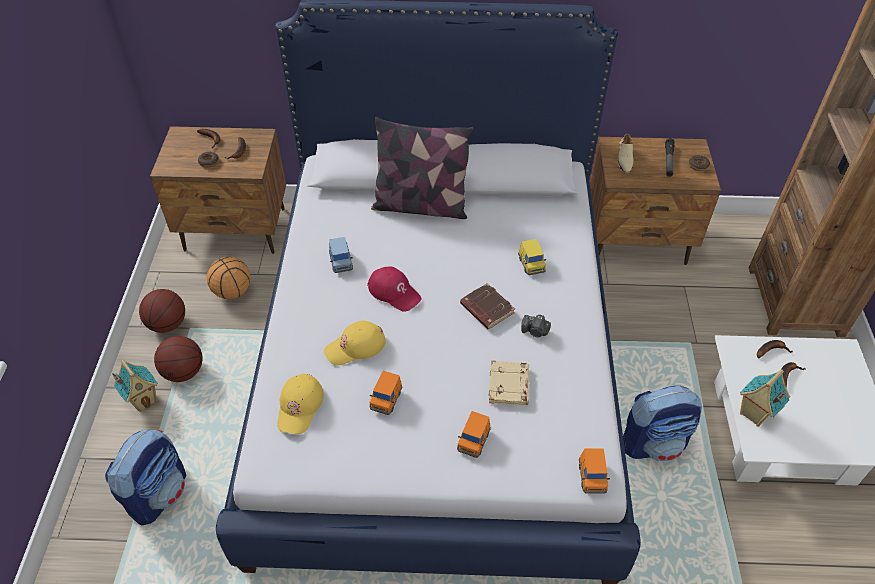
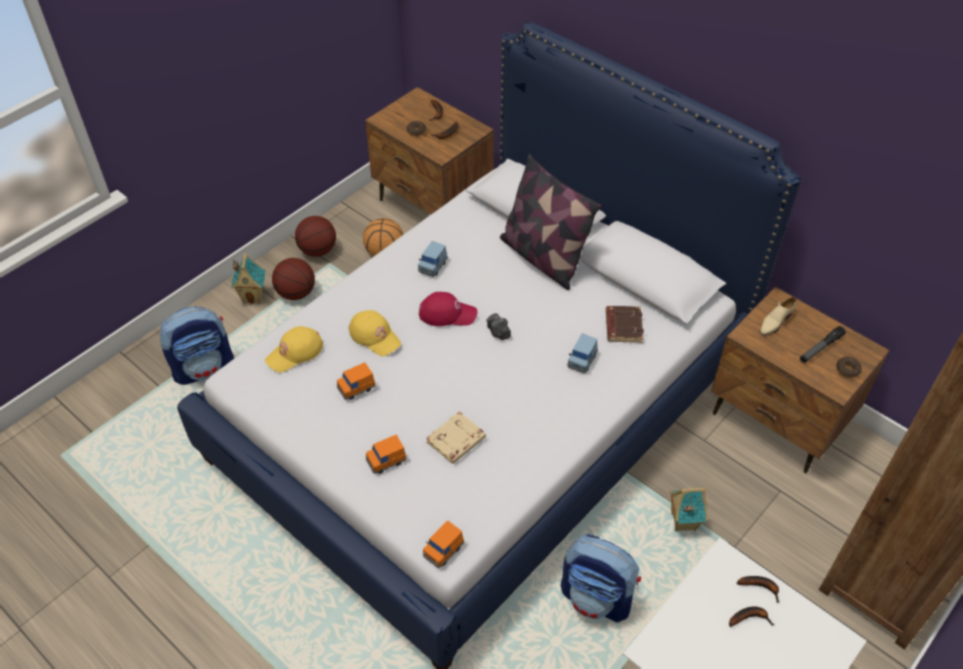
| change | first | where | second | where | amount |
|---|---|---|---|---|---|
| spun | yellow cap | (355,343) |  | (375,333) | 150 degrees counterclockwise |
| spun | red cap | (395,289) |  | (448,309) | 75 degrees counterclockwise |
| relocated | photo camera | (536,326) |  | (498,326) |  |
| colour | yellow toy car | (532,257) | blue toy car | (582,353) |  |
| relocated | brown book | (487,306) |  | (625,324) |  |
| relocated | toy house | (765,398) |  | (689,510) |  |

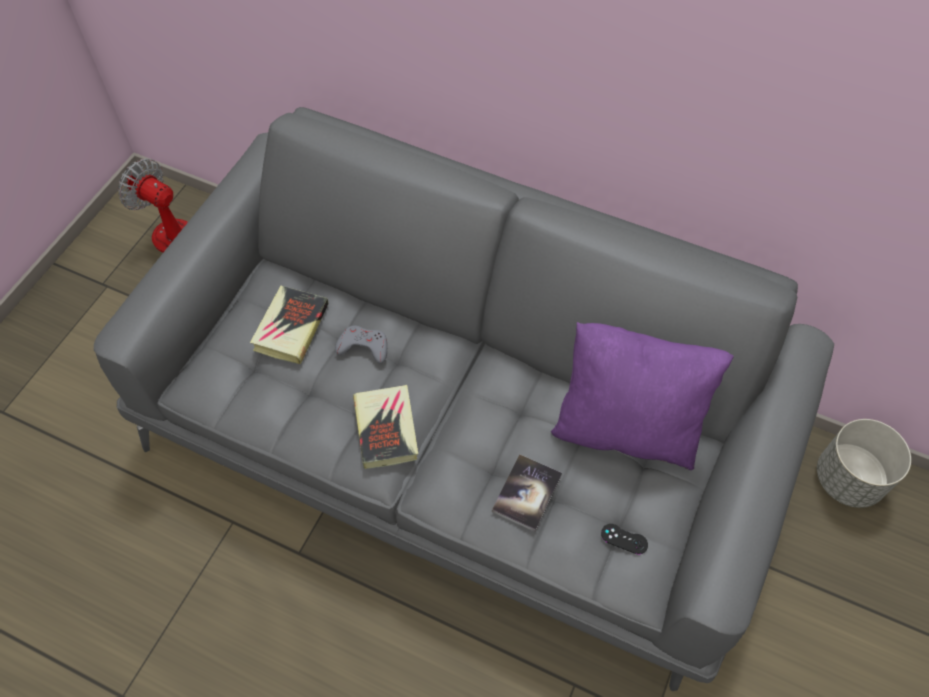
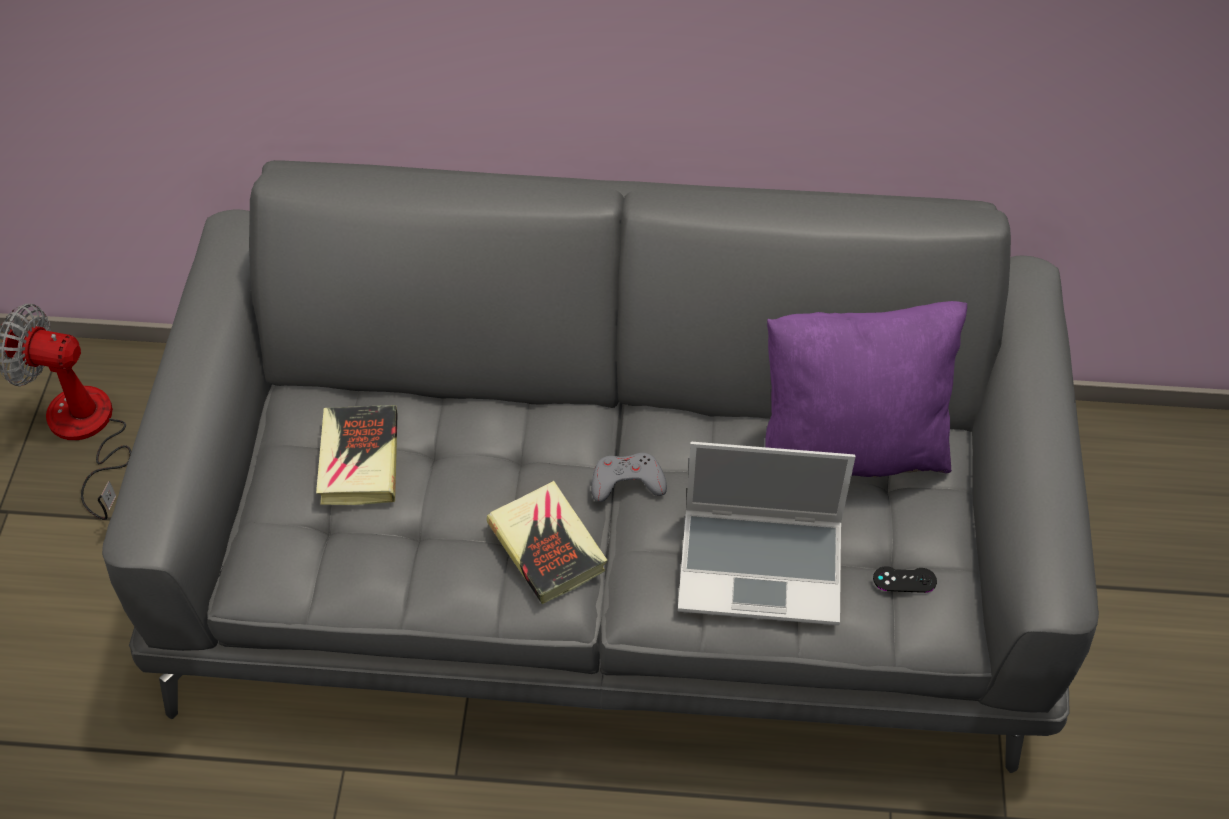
| change | first | where | second | where | amount |
|---|---|---|---|---|---|
| relocated | grey game controller | (361,344) |  | (629,477) |  |
| exchanged | book | (527,493) | laptop | (767,533) |  |
| missing | grey planter | (864,463) |  |  |  |

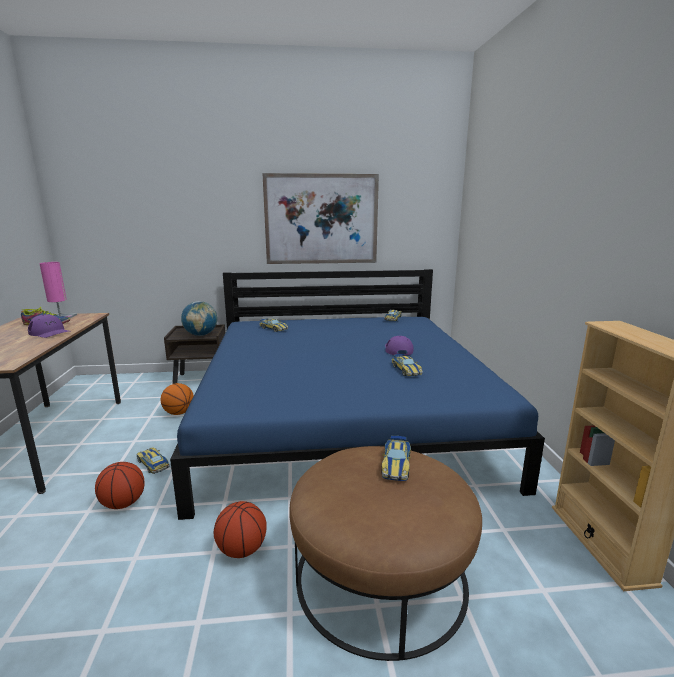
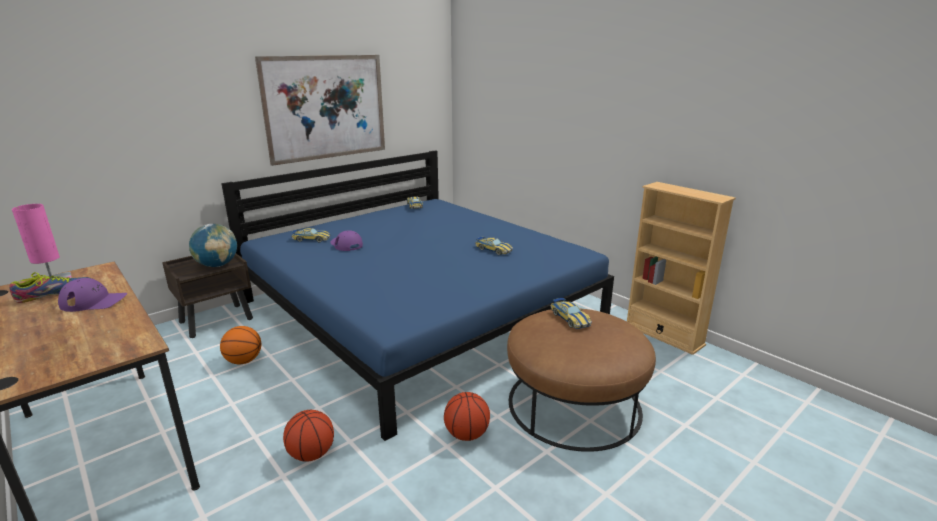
| change | first | where | second | where | amount |
|---|---|---|---|---|---|
| relocated | purple cap | (399,346) |  | (346,240) |  |
| missing | toy car | (153,460) |  |  |  |

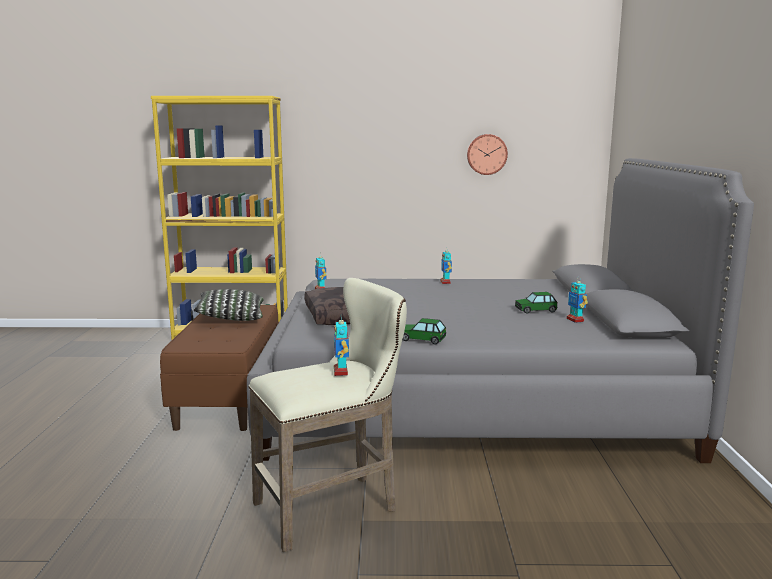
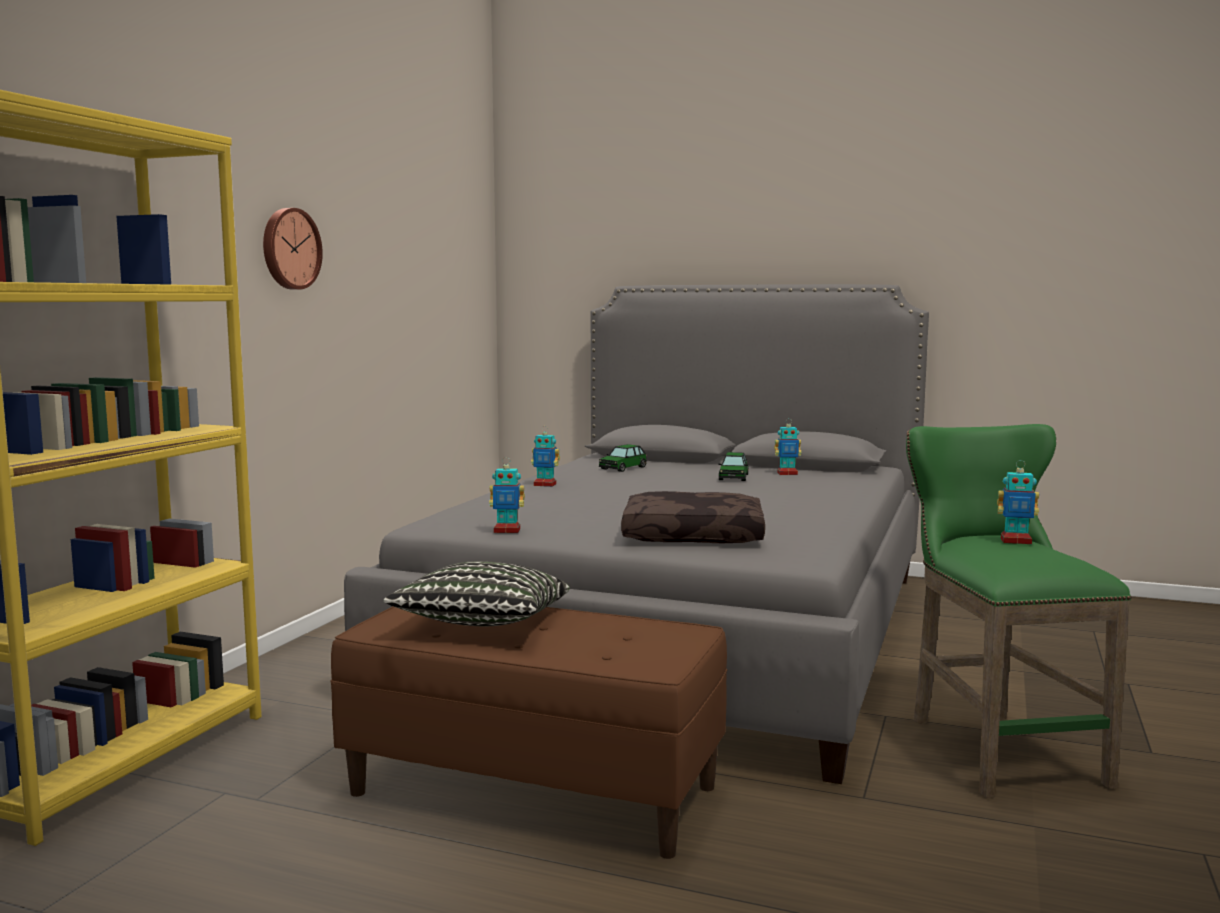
| change | first | where | second | where | amount |
|---|---|---|---|---|---|
| relocated | wall clock | (487,154) |  | (293,249) |  |
| relocated | toy car | (424,331) |  | (623,458) |  |
| colour | beige stool | (327,415) | green stool | (1018,611) |  |

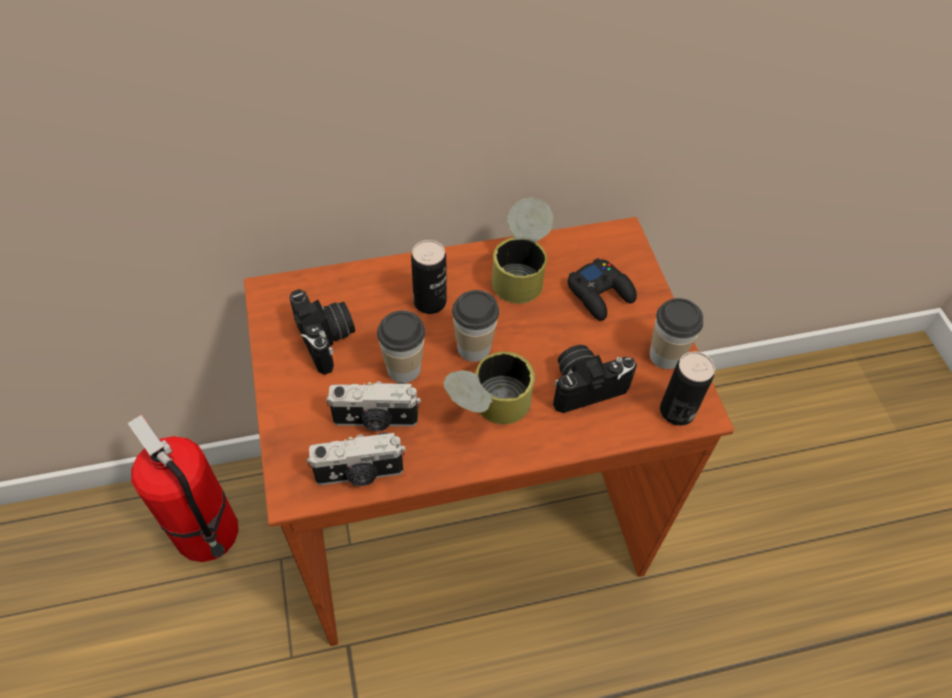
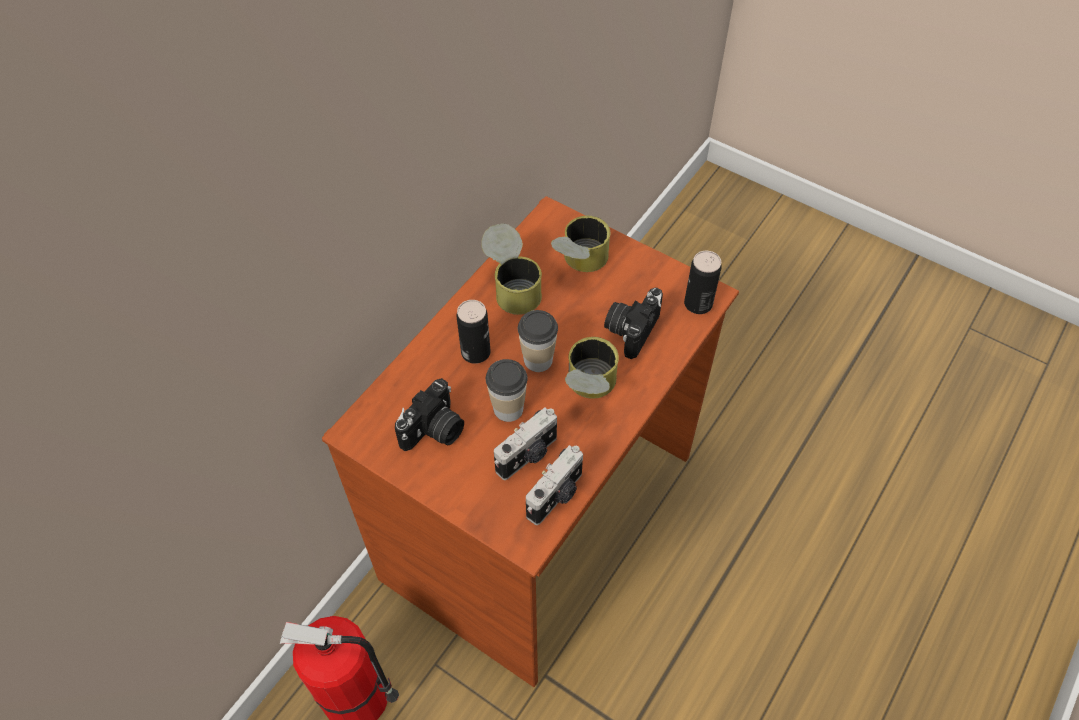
| change | first | where | second | where | amount |
|---|---|---|---|---|---|
| spun | photo camera | (322,332) |  | (429,414) | 105 degrees clockwise |
| exchanged | black game controller | (602,289) | can | (580,244) |  |
| missing | cup | (676,333) |  |  |  |

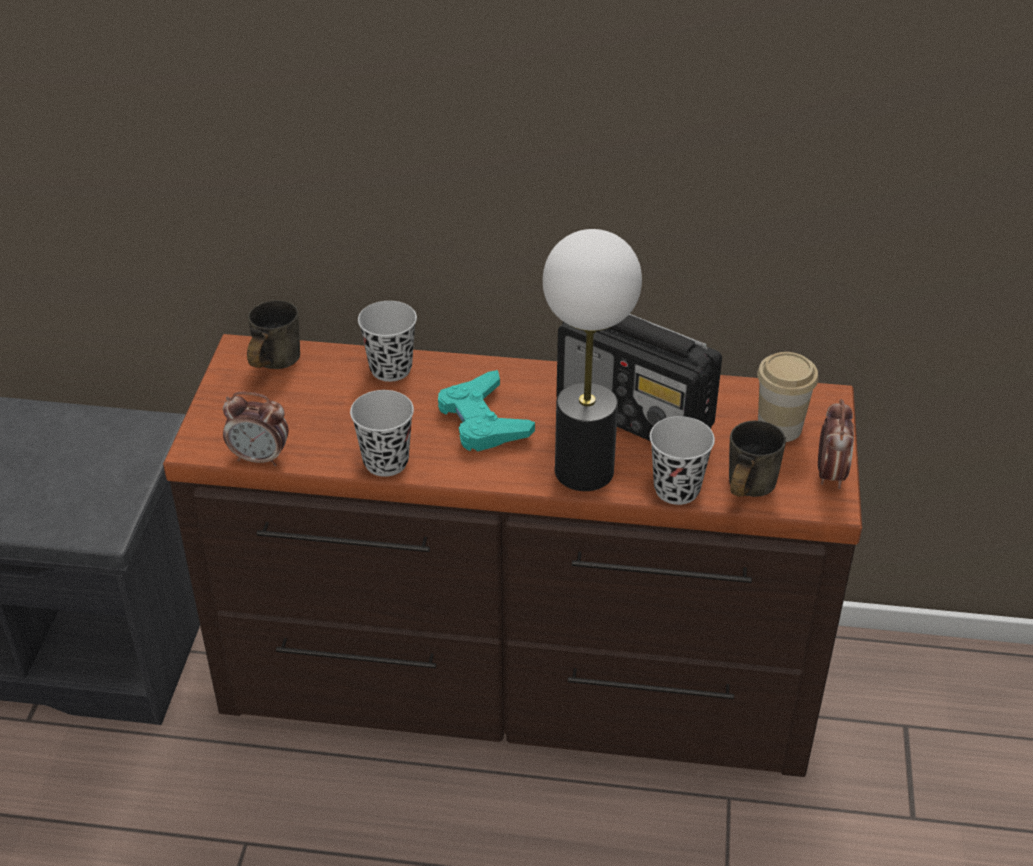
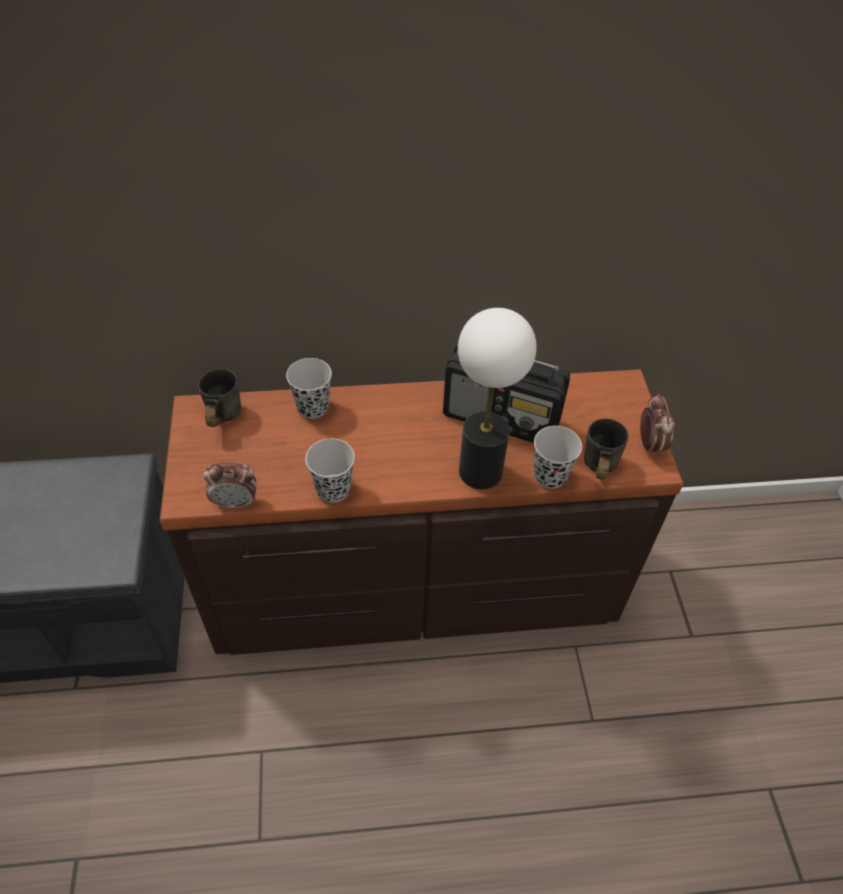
| change | first | where | second | where | amount |
|---|---|---|---|---|---|
| missing | turquoise game controller | (486,411) |  |  |  |
| missing | cup | (787,397) |  |  |  |

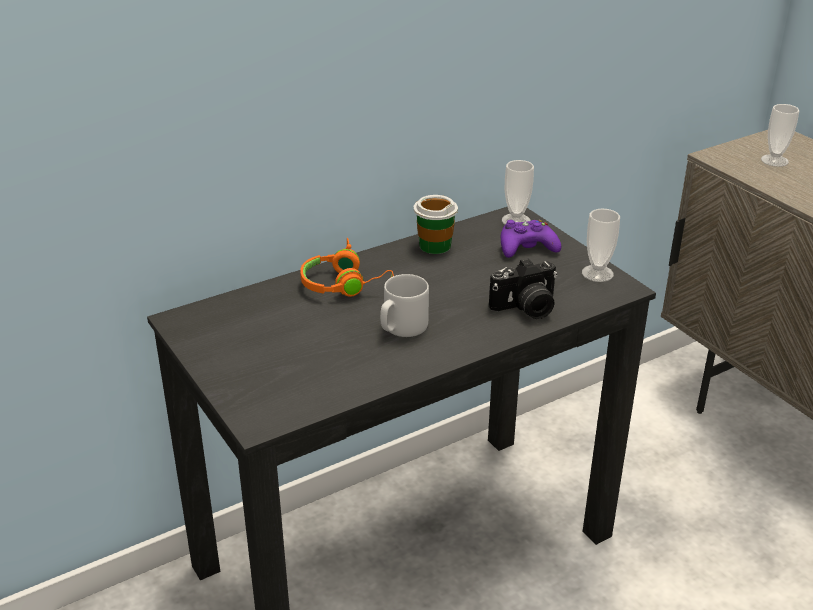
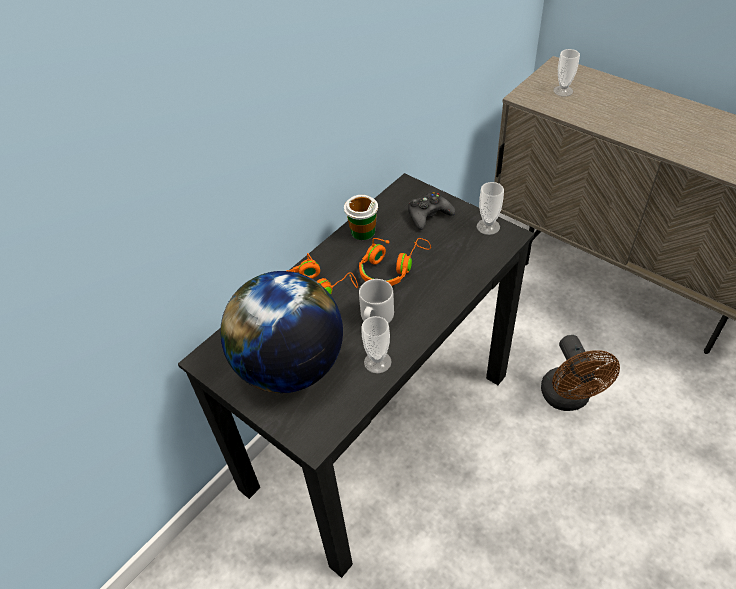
| change | first | where | second | where | amount |
|---|---|---|---|---|---|
| appeared |  |  | globe | (281,332) |  |
| appeared |  |  | orange headphones | (395,262) |  |
| relocated | cup | (518,192) |  | (376,345) |  |
| colour | purple game controller | (531,239) | black game controller | (431,211) |  |
| appeared |  |  | brown fan | (580,373) |  |
| missing | photo camera | (523,288) |  |  |  |

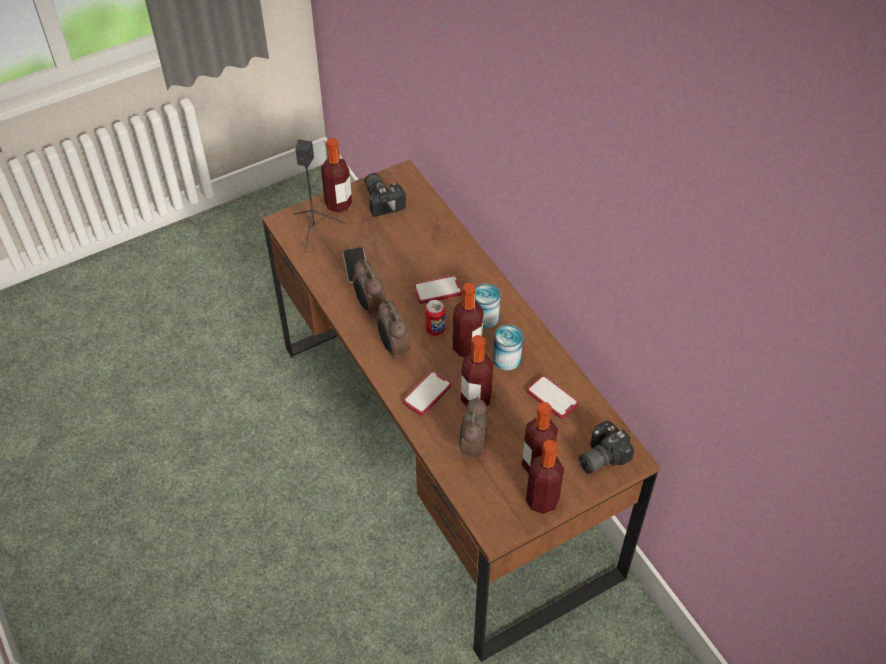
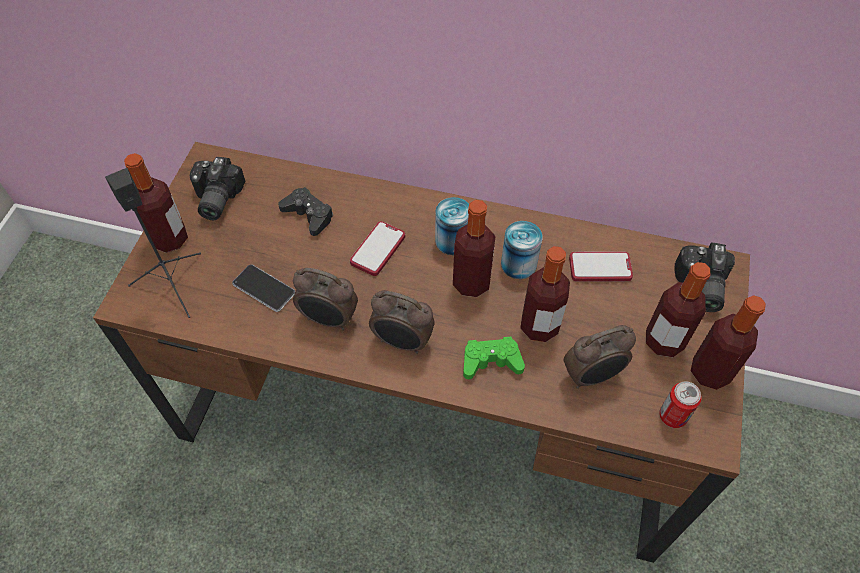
| change | first | where | second | where | amount |
|---|---|---|---|---|---|
| spun | photo camera | (385,195) |  | (217,188) | 105 degrees counterclockwise |
| appeared |  |  | black game controller | (305,211) |  |
| exchanged | phone | (427,393) | green game controller | (494,358) |  |
| spun | alarm clock | (474,427) |  | (600,357) | 75 degrees counterclockwise |
| relocated | can | (435,318) |  | (680,404) |  |

